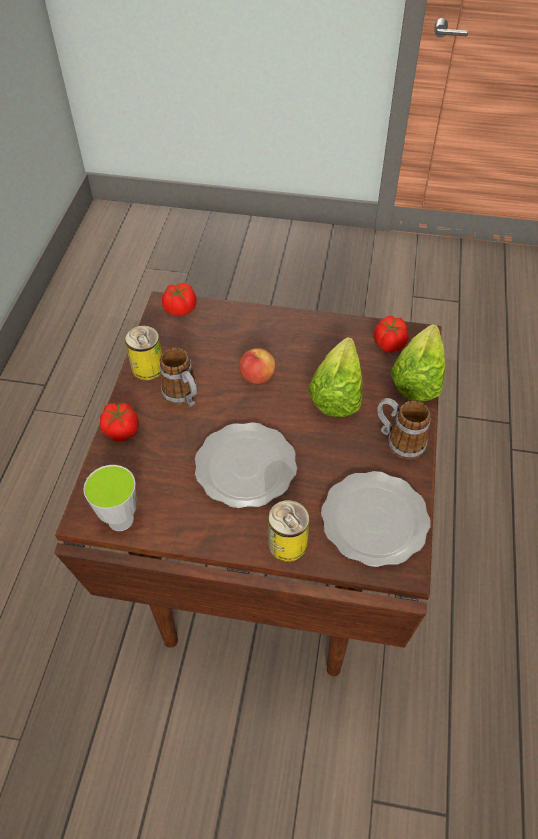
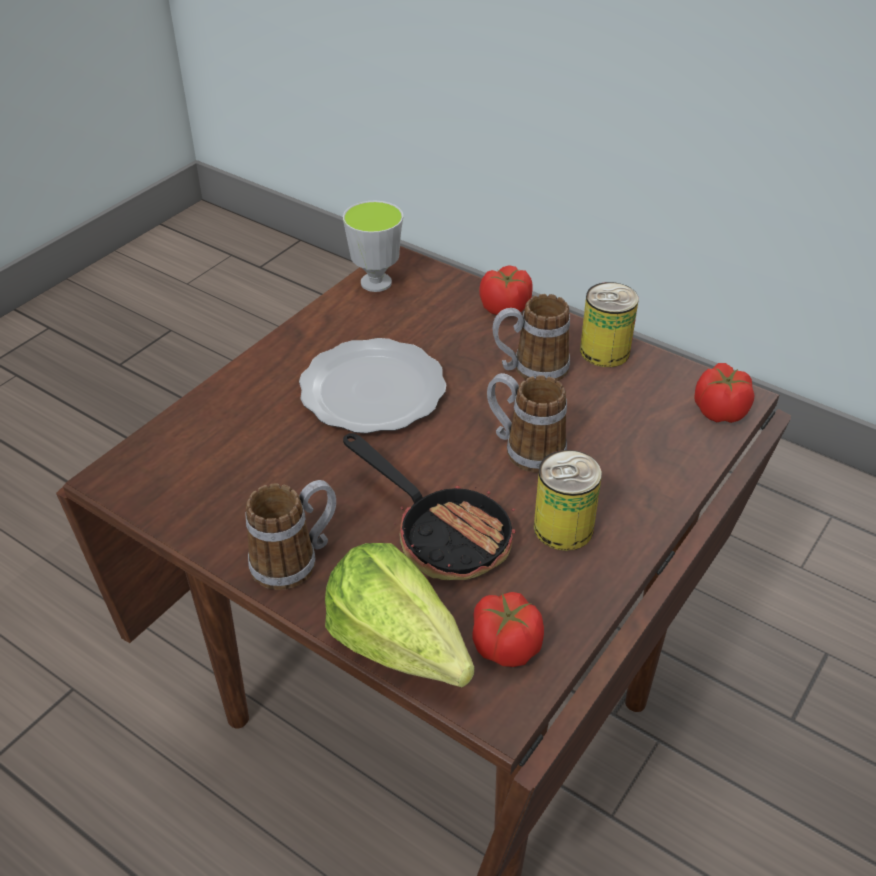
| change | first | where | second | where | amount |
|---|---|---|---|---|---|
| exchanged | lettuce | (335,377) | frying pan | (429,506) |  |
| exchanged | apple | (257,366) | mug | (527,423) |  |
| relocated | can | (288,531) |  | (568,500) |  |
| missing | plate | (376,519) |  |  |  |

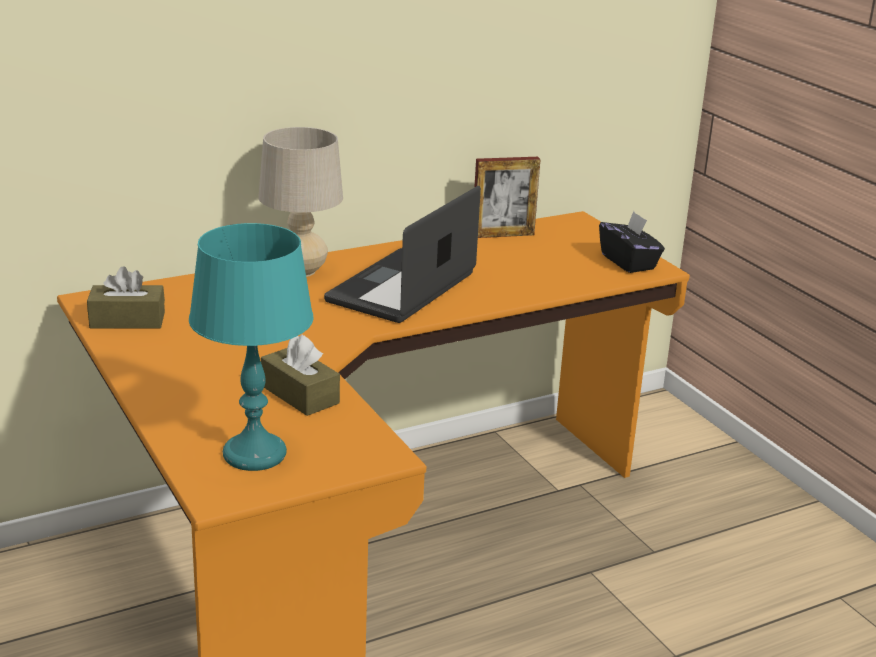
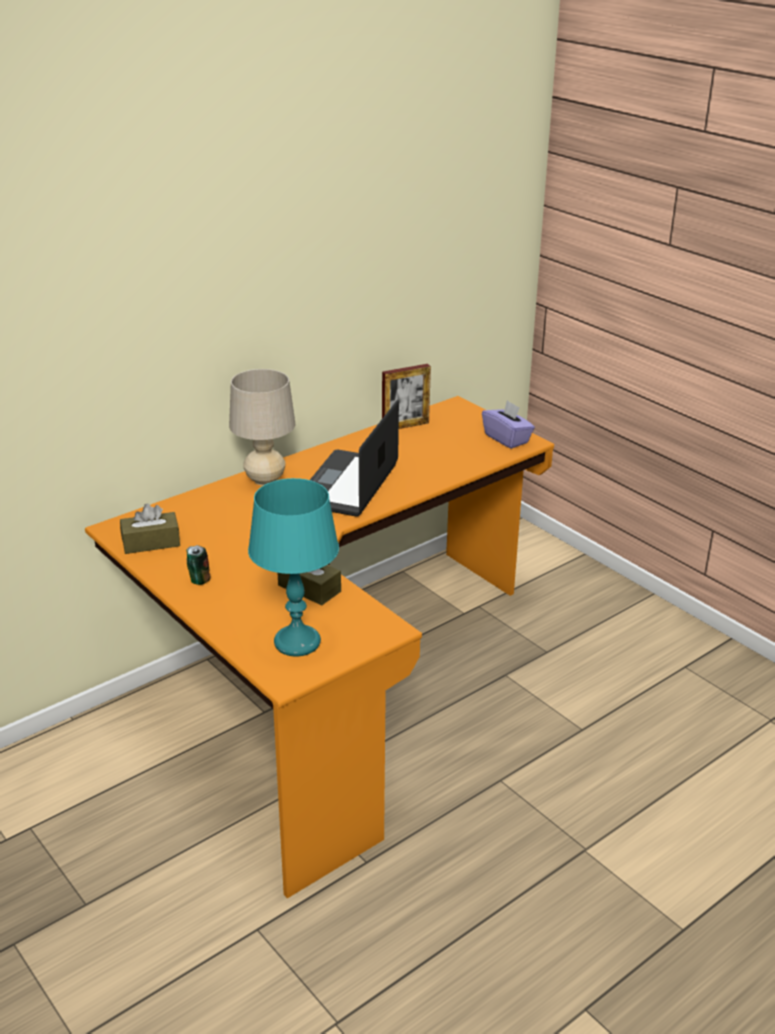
| change | first | where | second | where | amount |
|---|---|---|---|---|---|
| appeared |  |  | can | (198,565) |  |
| colour | black tissue box | (632,242) | purple tissue box | (508,424) |  |

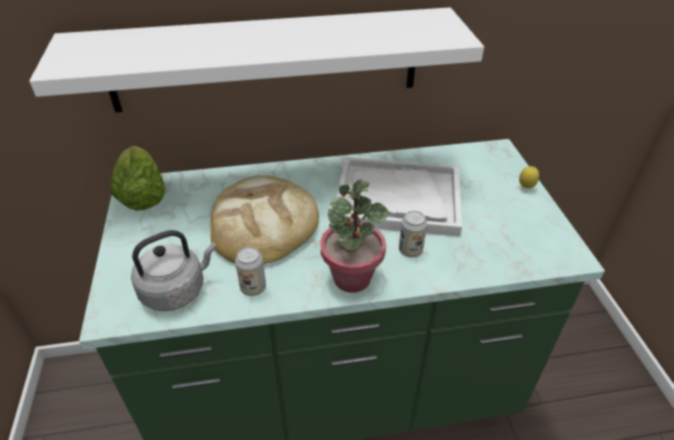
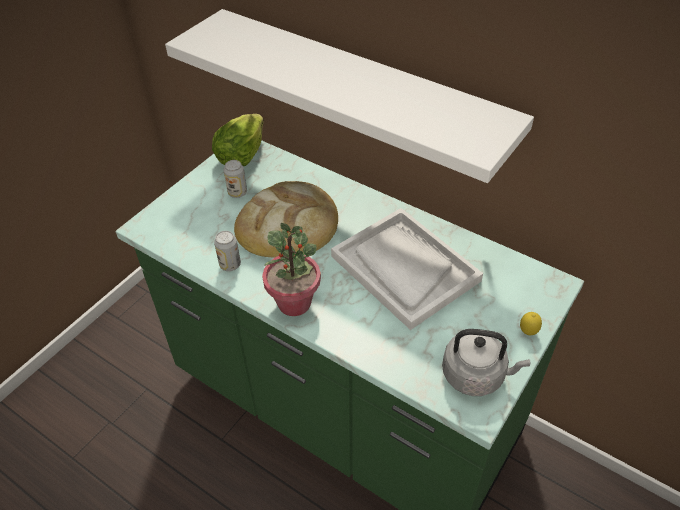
| change | first | where | second | where | amount |
|---|---|---|---|---|---|
| relocated | can | (413,234) |  | (235,179) |  |
| relocated | grey kettle | (174,270) |  | (486,362) |  |

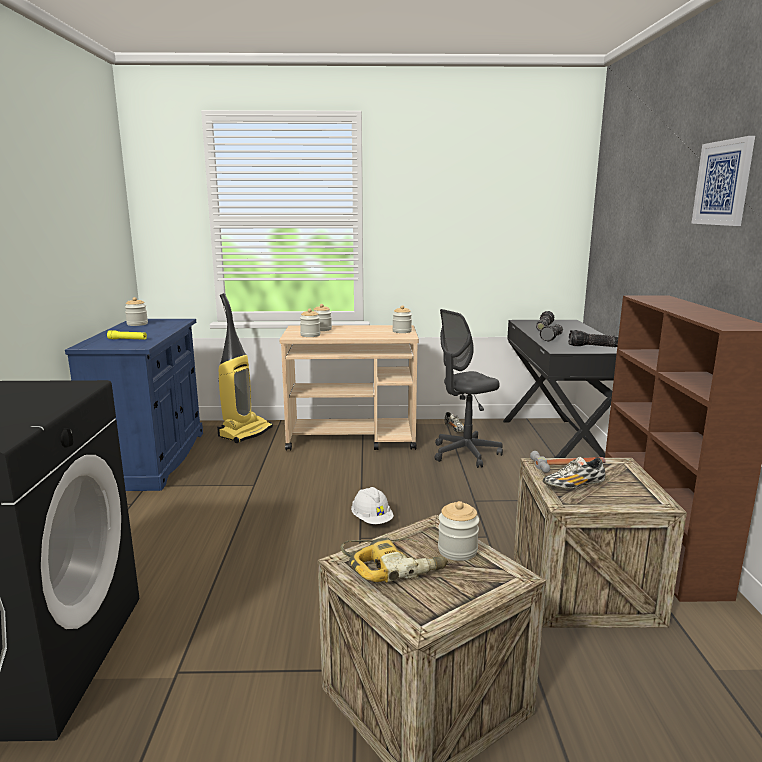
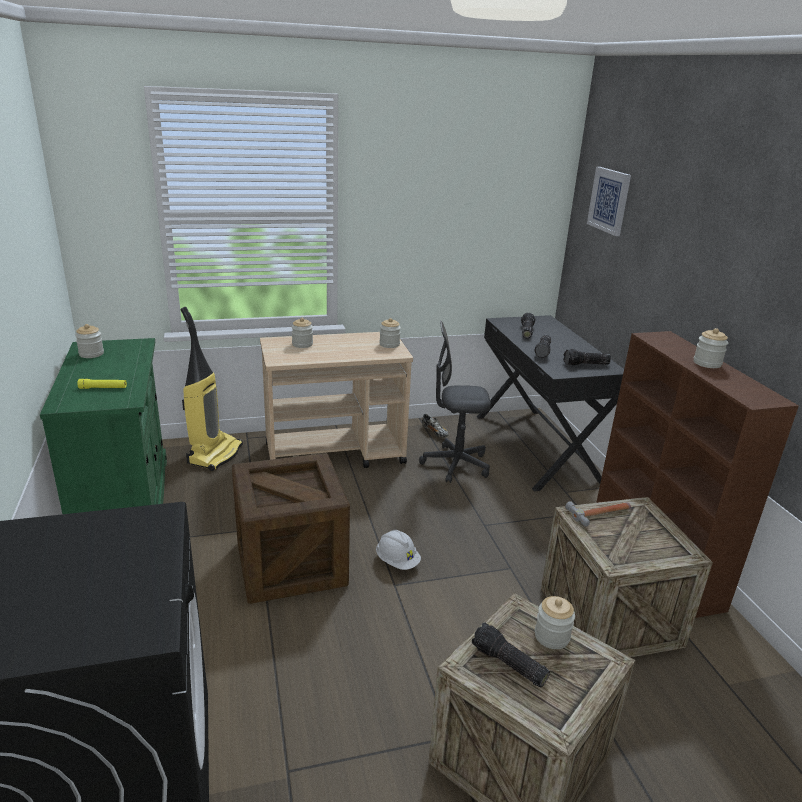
| change | first | where | second | where | amount |
|---|---|---|---|---|---|
| colour | blue cabinet | (134,405) | green cabinet | (103,426) |  |
| appeared |  |  | crate | (291,528) |  |
| spun | grey office chair | (468,388) |  | (455,402) | 45 degrees clockwise |
| exchanged | power drill | (394,559) | flashlight | (511,655) |  |
| relocated | picture | (723,181) |  | (609,201) |  |
| relocated | jar | (310,323) |  | (711,348) |  |
| missing | shoe | (574,473) |  |  |  |

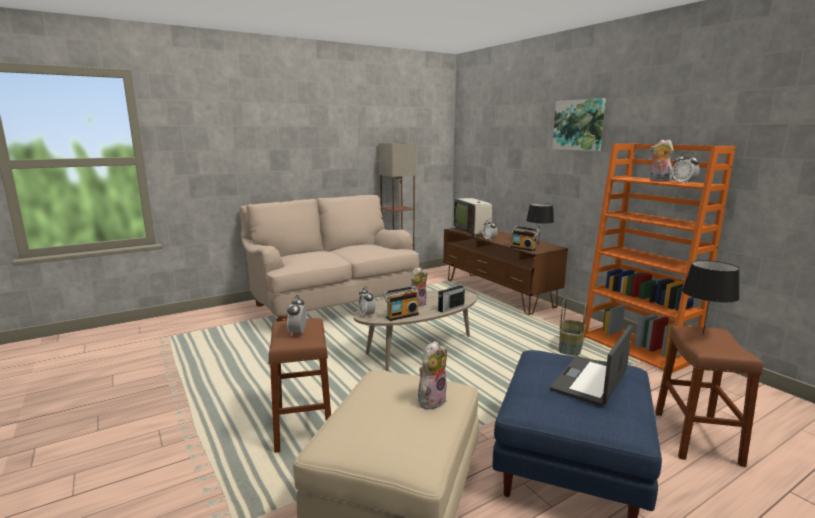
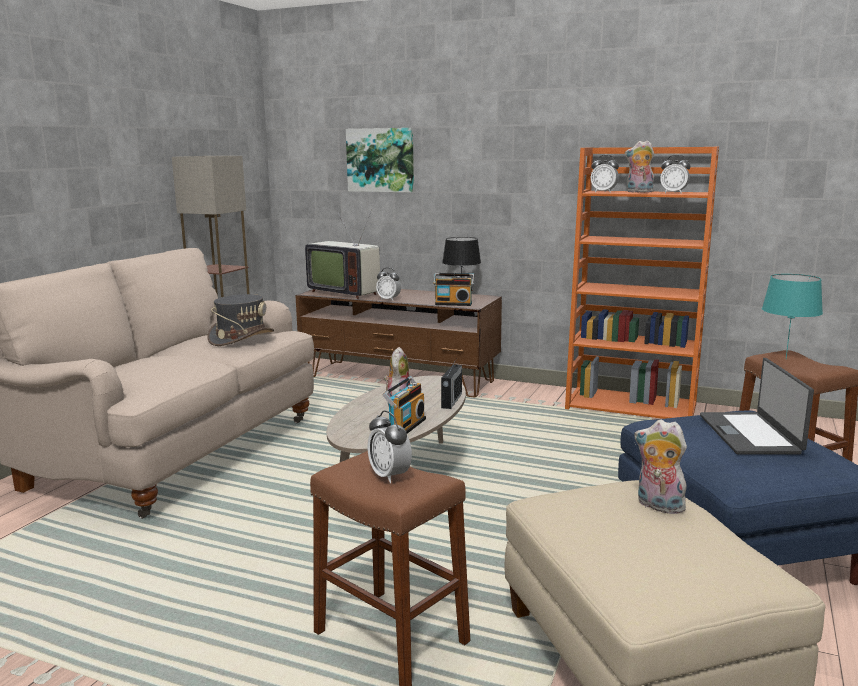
| change | first | where | second | where | amount |
|---|---|---|---|---|---|
| appeared |  |  | grey hat | (240,320) |  |
| relocated | picture | (579,124) |  | (380,160) |  |
| relocated | alarm clock | (367,302) |  | (605,174) |  |
| spun | plush toy | (432,375) |  | (661,466) | 60 degrees counterclockwise |
| colour | black table lamp | (710,297) | turquoise table lamp | (792,316) |  |
| missing | basket | (573,327) |  |  |  |

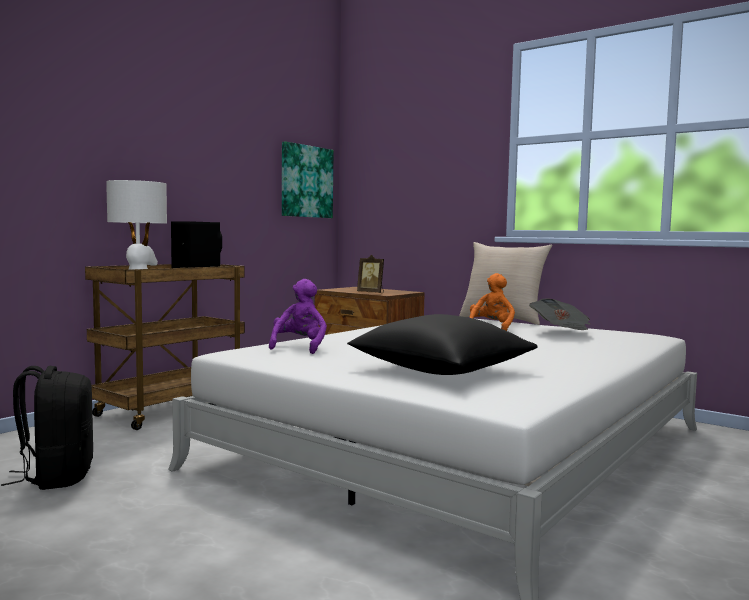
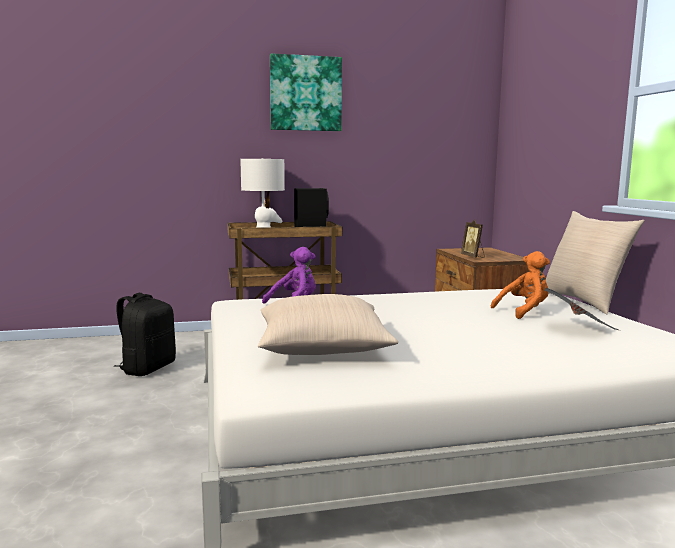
| change | first | where | second | where | amount |
|---|---|---|---|---|---|
| colour | black pillow | (442,344) | beige pillow | (328,324) |  |
| relocated | picture | (308,179) |  | (306,92) |  |

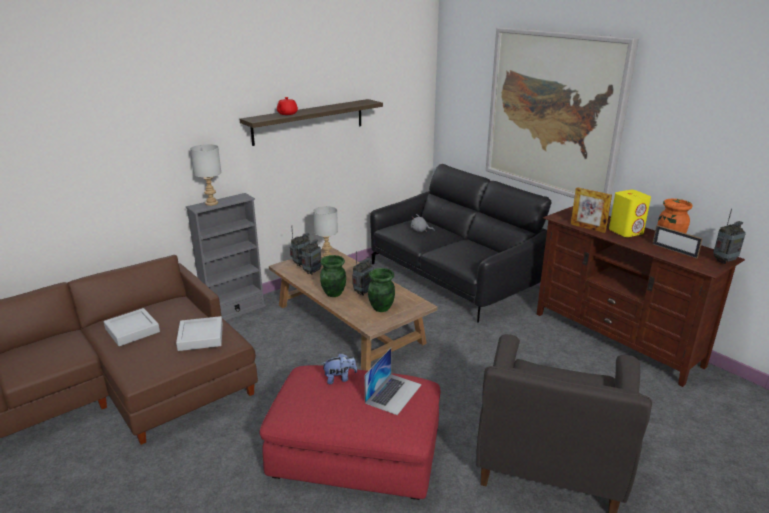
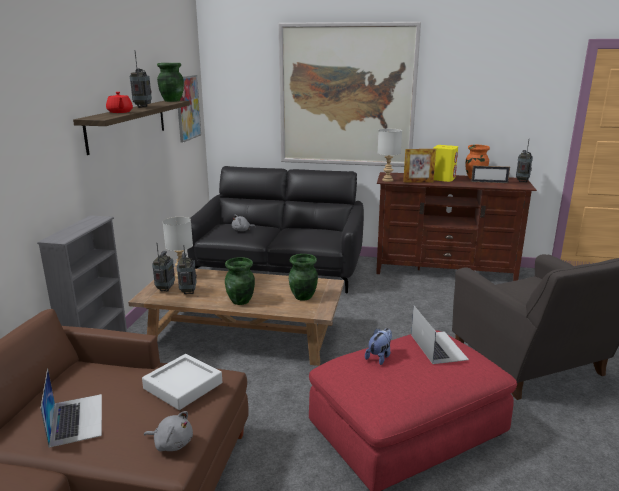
| change | first | where | second | where | amount |
|---|---|---|---|---|---|
| exchanged | grey tray | (132,327) | laptop | (71,408) |  |
| relocated | radio | (362,273) |  | (141,79) |  |
| appeared |  |  | grey plush toy | (168,431) |  |
| appeared |  |  | green vase | (170,82) |  |
| appeared |  |  | picture | (189,109) |  |
| relocated | grey table lamp | (205,175) |  | (390,155) |  |

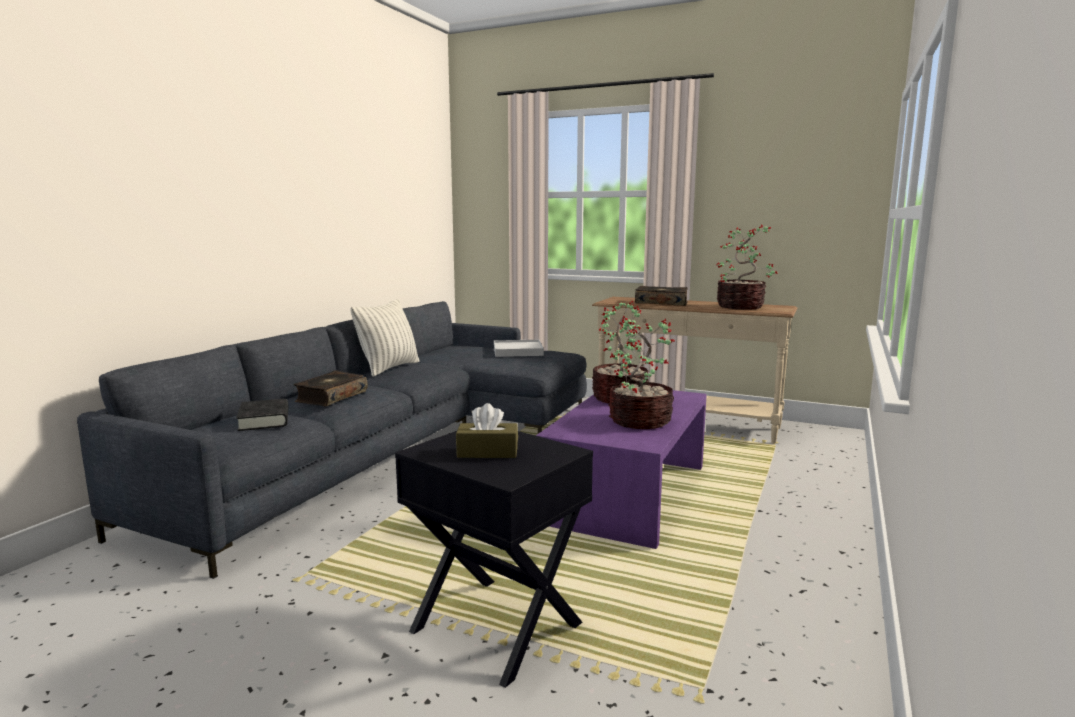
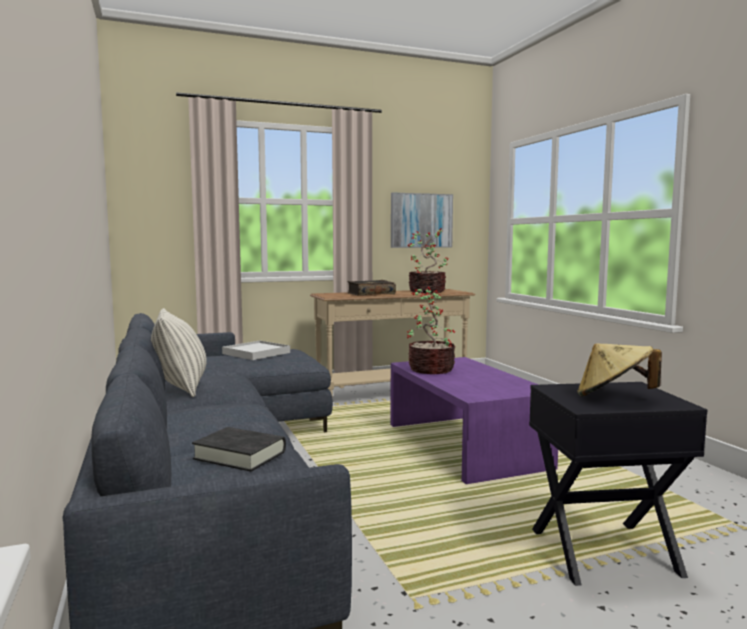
| change | first | where | second | where | amount |
|---|---|---|---|---|---|
| appeared |  |  | picture | (422,220) |  |
| exchanged | brown tissue box | (487,430) | beige hat | (619,369) |  |
| missing | book | (331,388) |  |  |  |
| missing | potted plant | (641,372) |  |  |  |

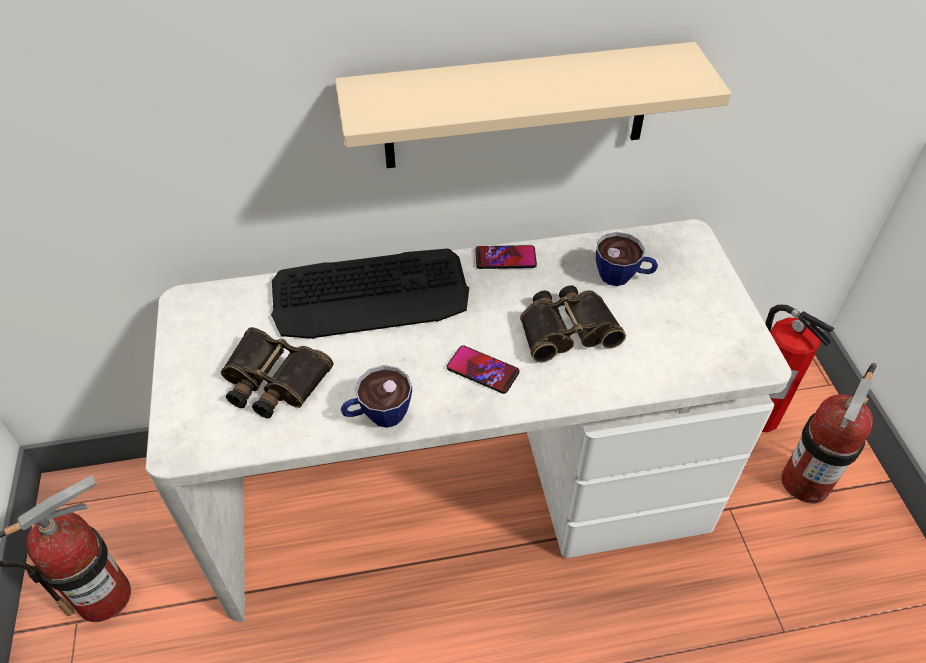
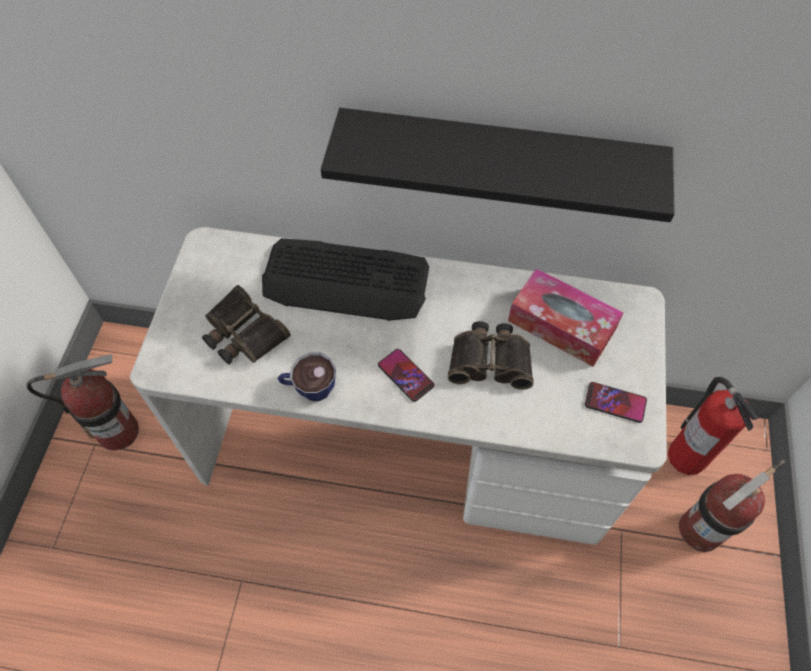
| change | first | where | second | where | amount |
|---|---|---|---|---|---|
| colour | beige shelf | (533,105) | black shelf | (498,165) |  |
| exchanged | cup | (627,259) | tissue box | (565,317) |  |
| relocated | phone | (506,257) |  | (616,402) |  |

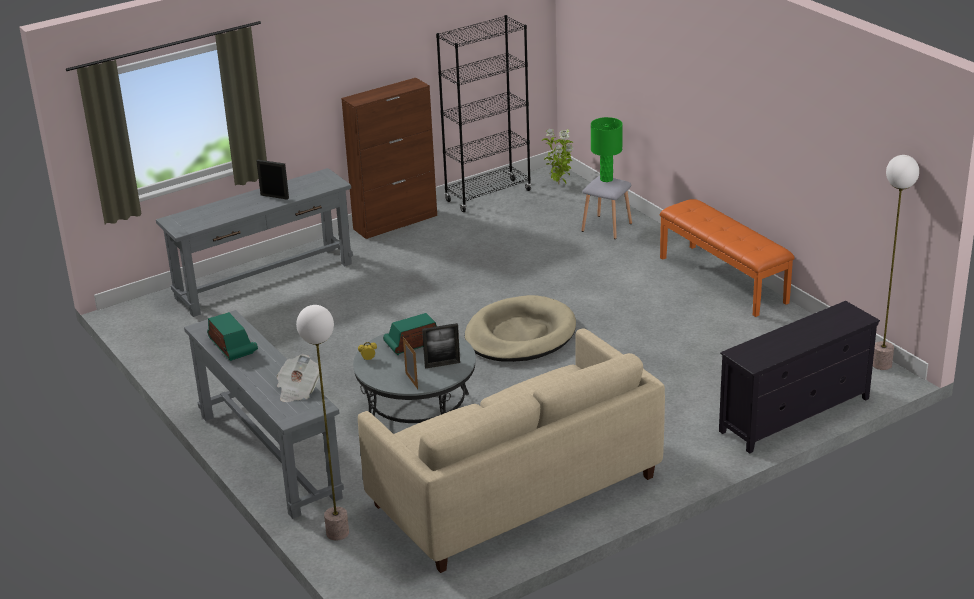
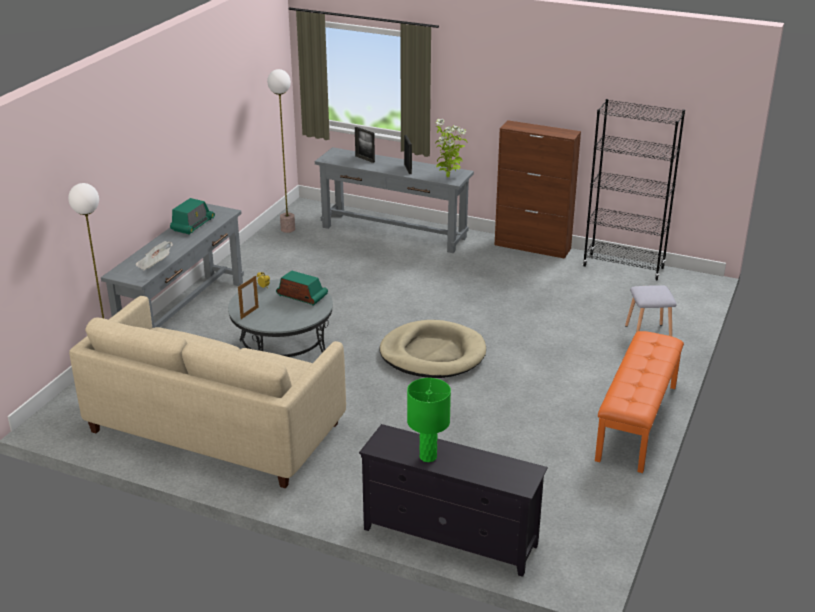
| change | first | where | second | where | amount |
|---|---|---|---|---|---|
| relocated | floor lamp | (896,262) |  | (281,151) |  |
| relocated | picture frame | (441,346) |  | (365,145) |  |
| relocated | green table lamp | (607,149) |  | (429,420) |  |
| relocated | potted plant | (558,156) |  | (451,148) |  |

